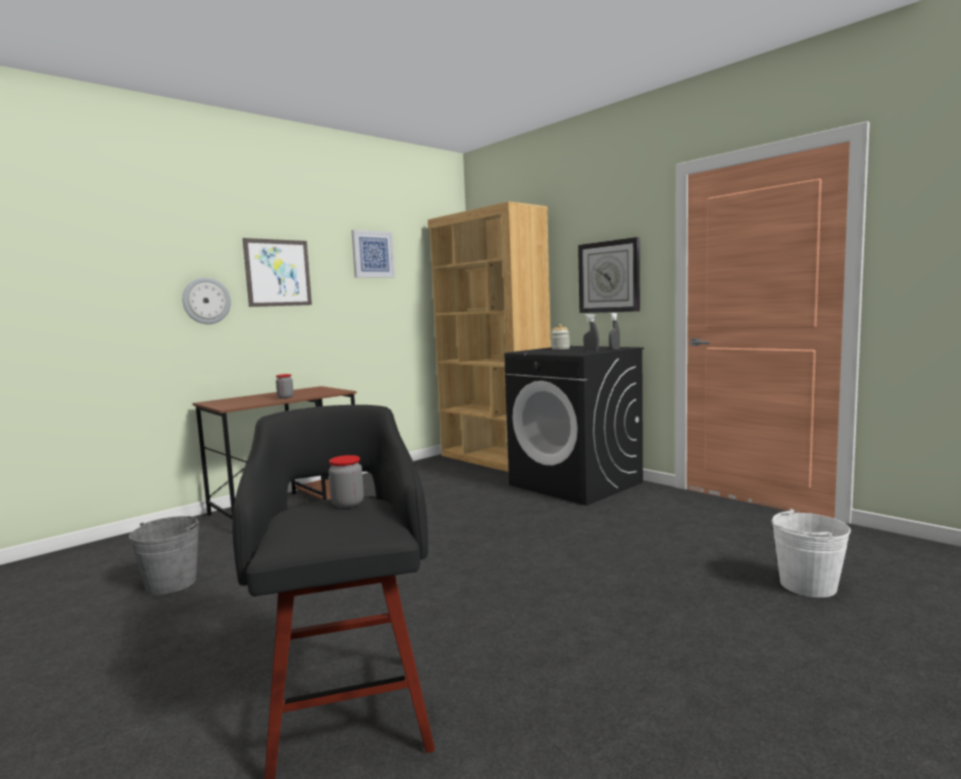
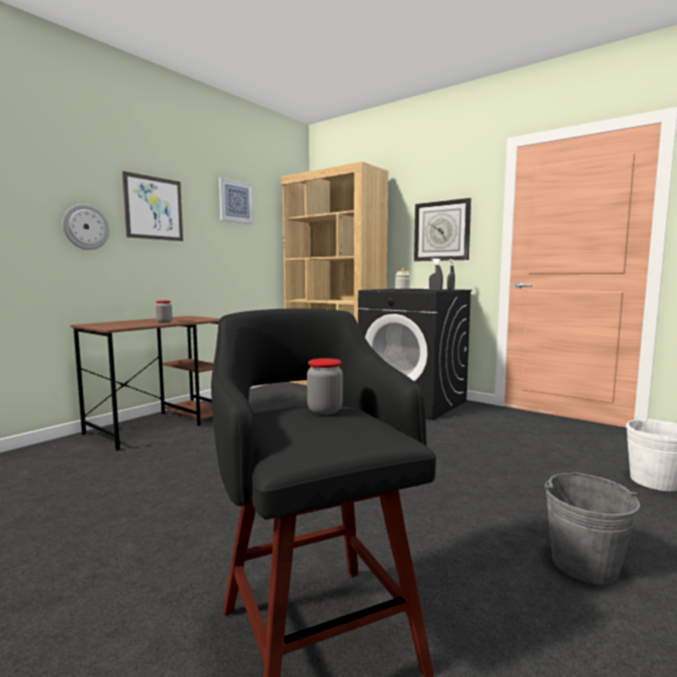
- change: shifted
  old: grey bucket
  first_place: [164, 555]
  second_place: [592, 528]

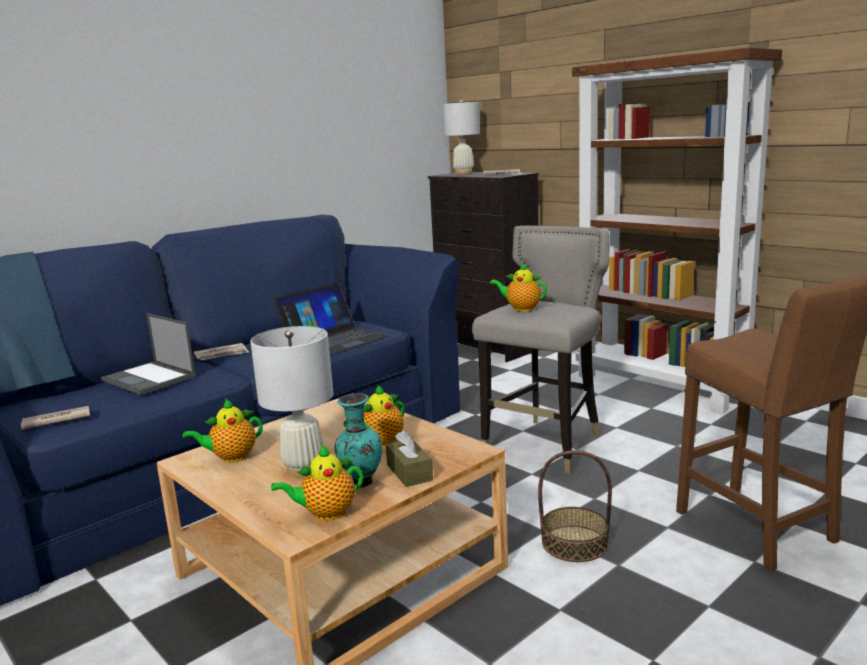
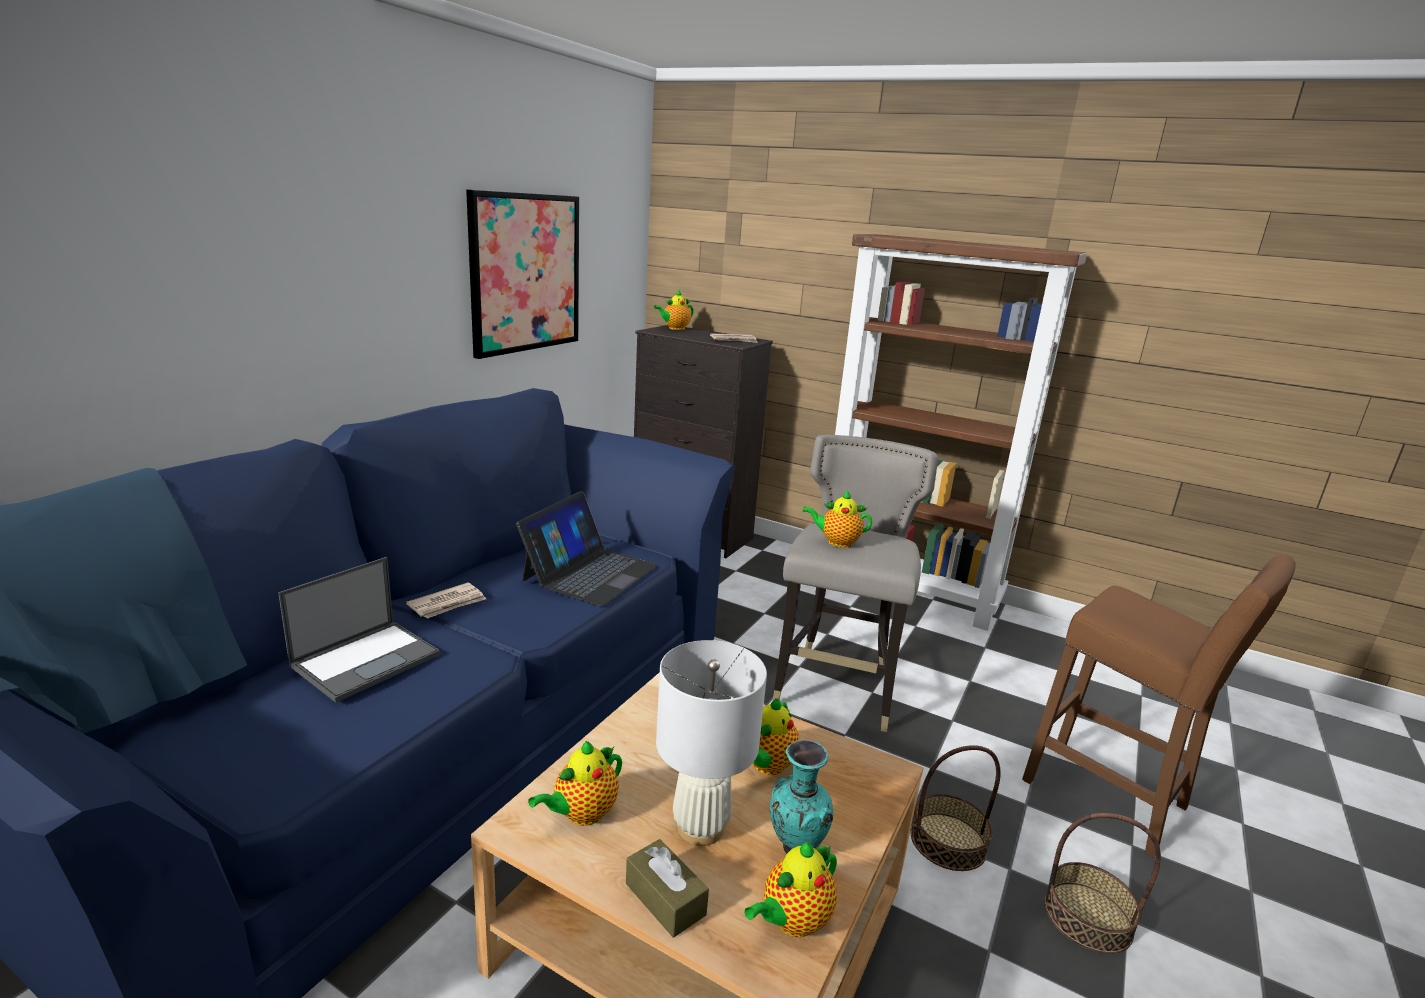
- change: swapped
  old: white table lamp
  new: teapot
  first_place: [461, 137]
  second_place: [673, 310]
- change: rotated
  old: laptop
  first_place: [148, 354]
  second_place: [359, 630]
  degrees: -75
- change: gone
  old: newspaper
  first_place: [55, 418]
- change: shifted
  old: brown tissue box
  first_place: [409, 458]
  second_place: [667, 888]
- change: new
  new: picture
  second_place: [522, 274]
- change: new
  new: basket
  second_place: [1102, 883]

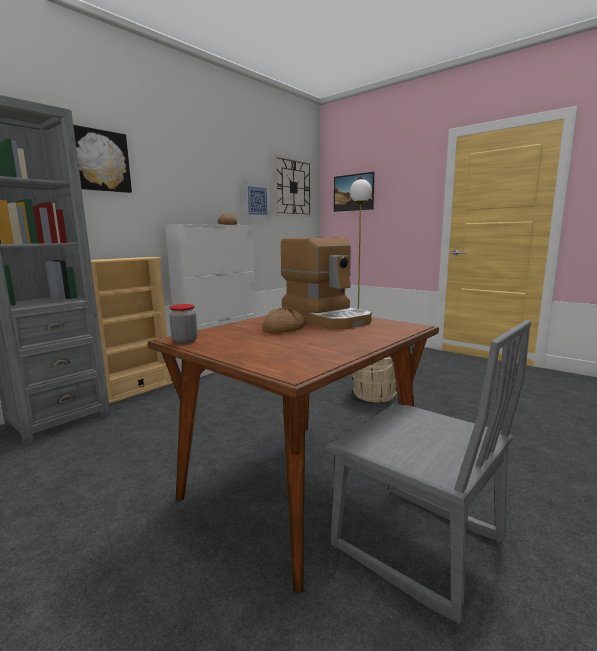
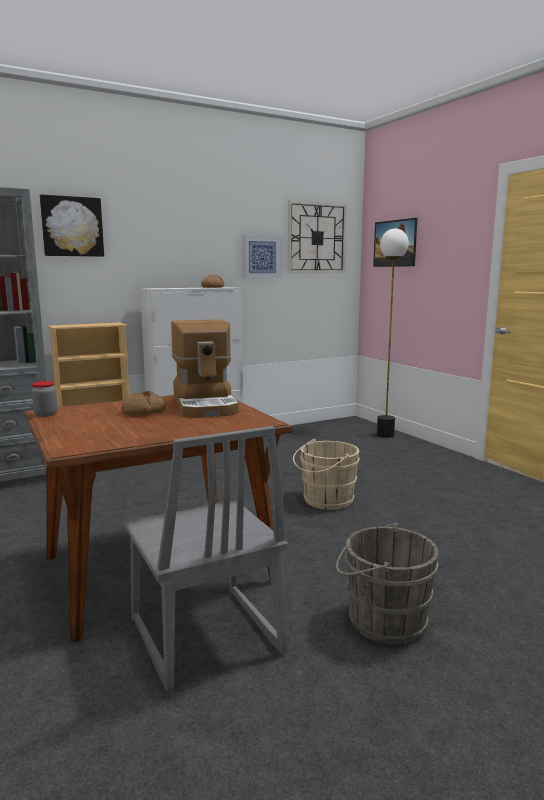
- change: new
  new: grey bucket
  second_place: [387, 583]

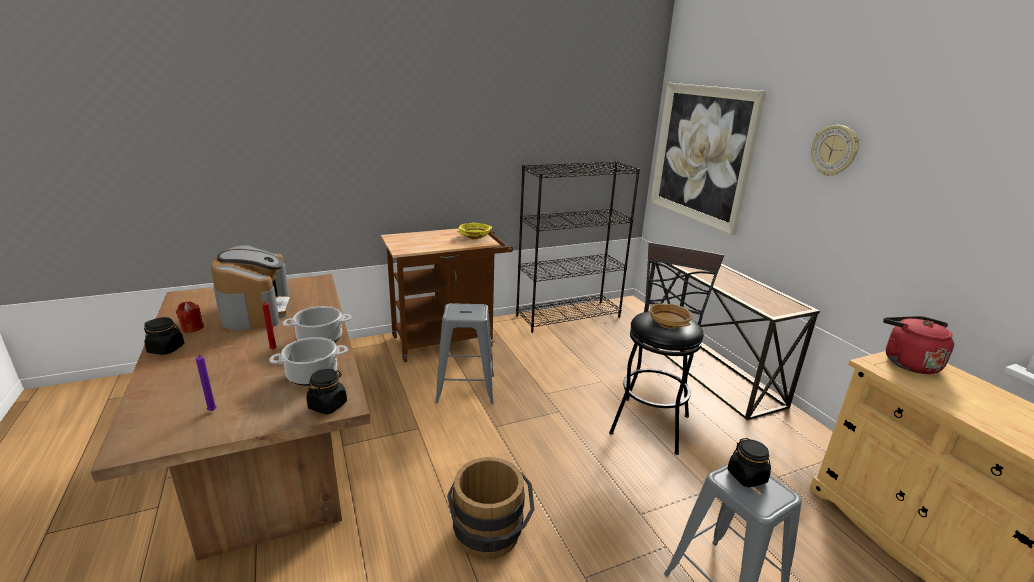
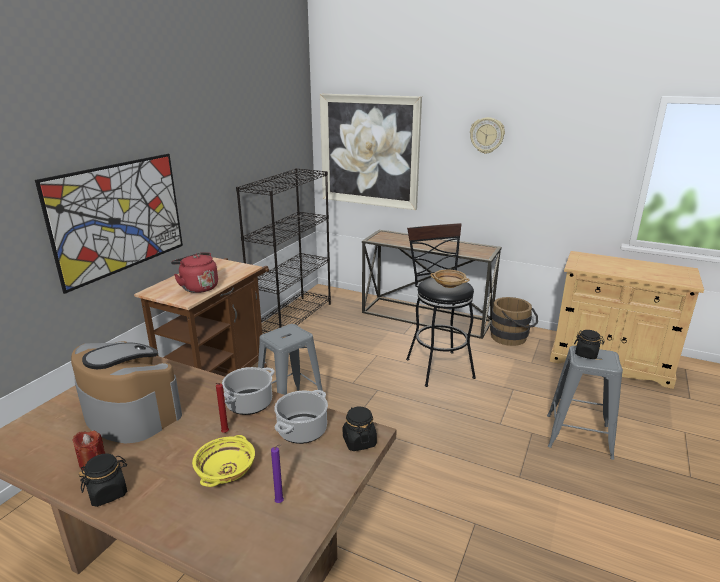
- change: shifted
  old: yellow bowl
  first_place: [474, 231]
  second_place: [223, 461]
- change: shifted
  old: red kettle
  first_place: [918, 345]
  second_place: [194, 272]
- change: shifted
  old: brown bucket
  first_place: [491, 508]
  second_place: [514, 321]
- change: new
  new: picture
  second_place: [109, 224]

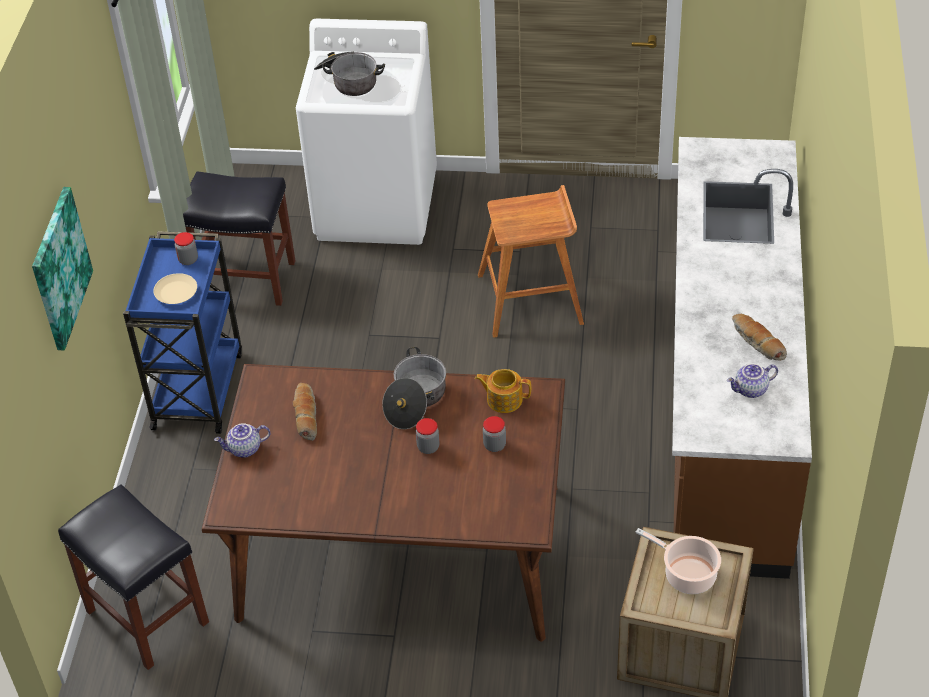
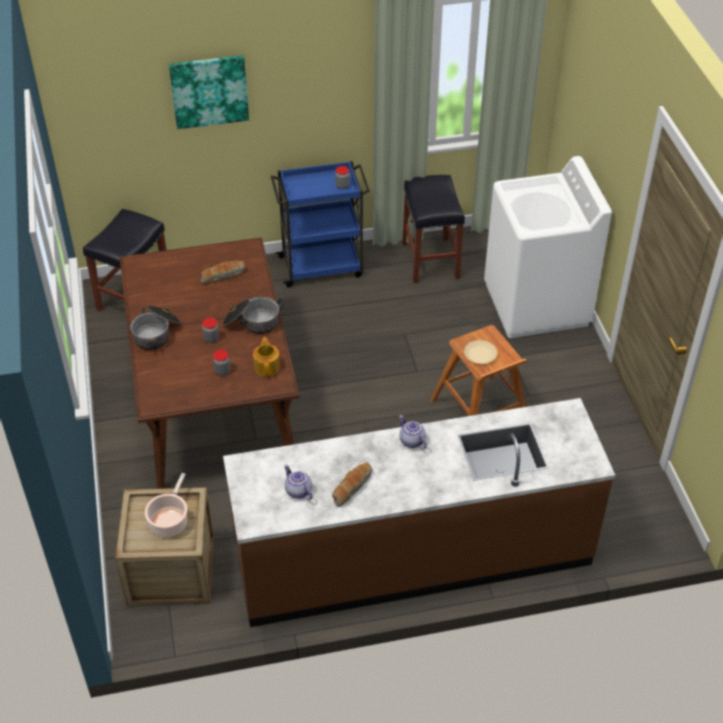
- change: shifted
  old: cooking pot
  first_place: [349, 74]
  second_place: [155, 328]
- change: shifted
  old: beige plate
  first_place: [175, 288]
  second_place: [480, 352]
- change: shifted
  old: teapot
  first_place: [242, 440]
  second_place: [413, 432]

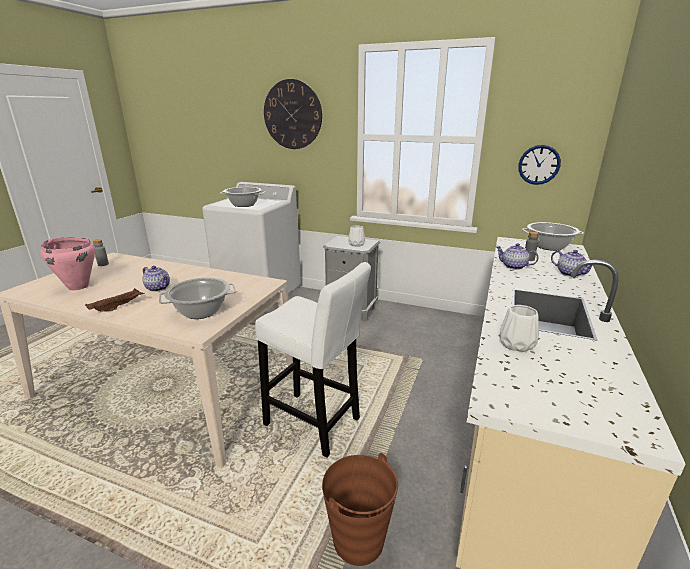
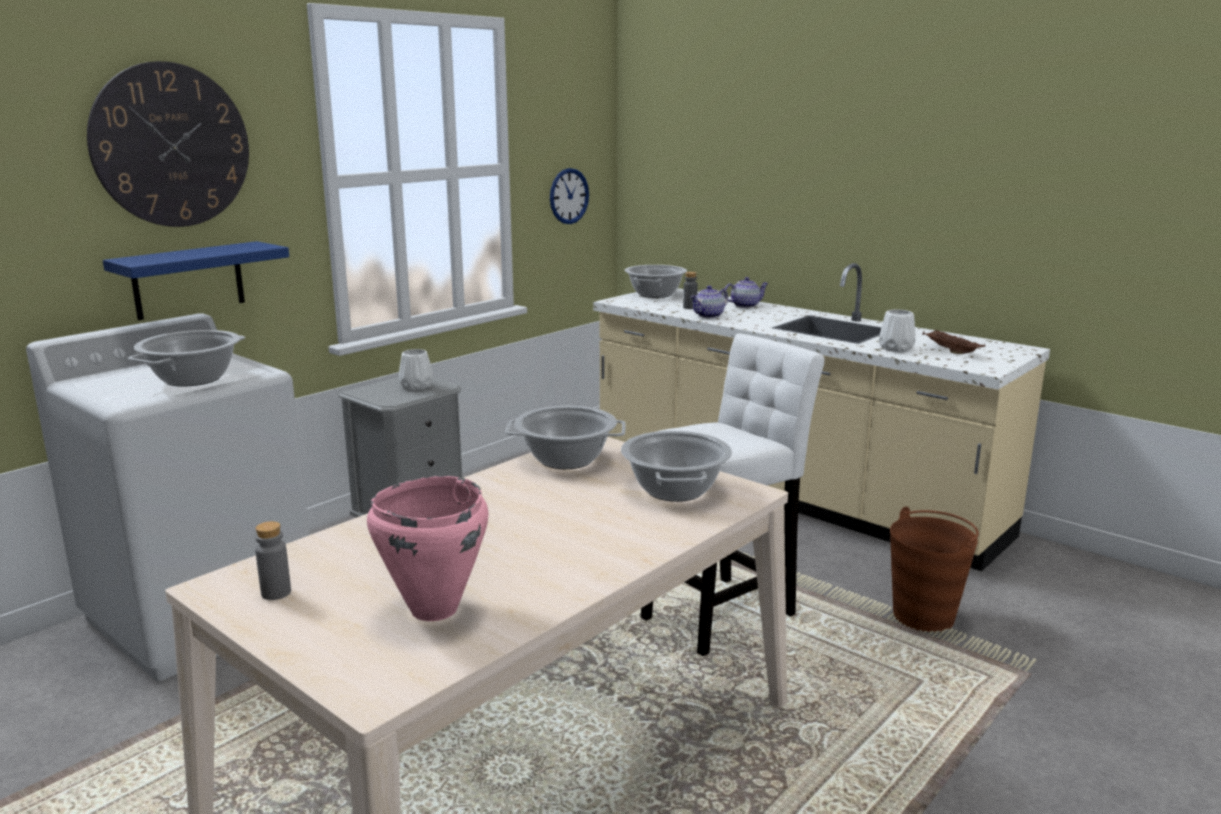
- change: gone
  old: teapot
  first_place: [156, 279]
- change: shifted
  old: brown tray
  first_place: [114, 300]
  second_place: [953, 342]
- change: new
  new: blue shelf
  second_place: [196, 280]
- change: new
  new: cooking pot
  second_place: [565, 437]

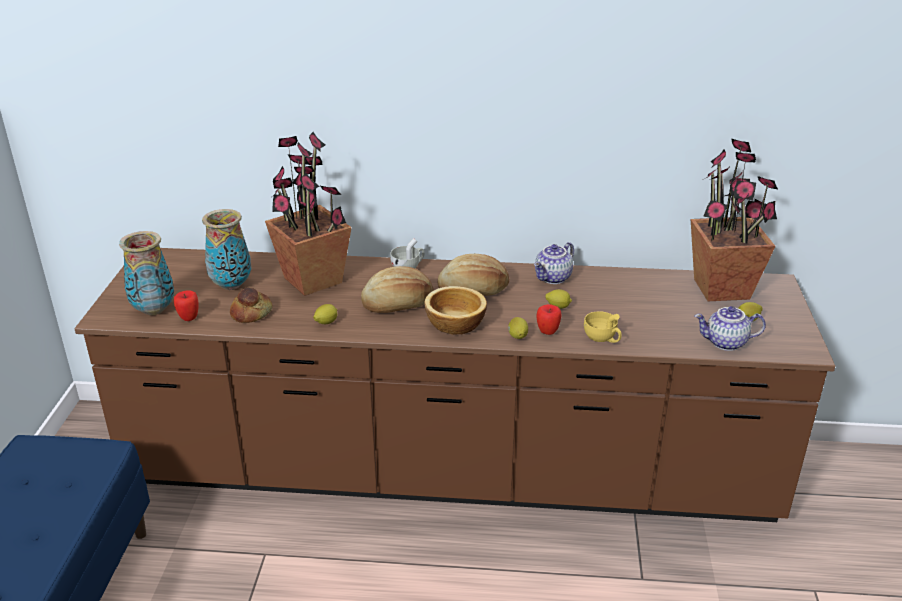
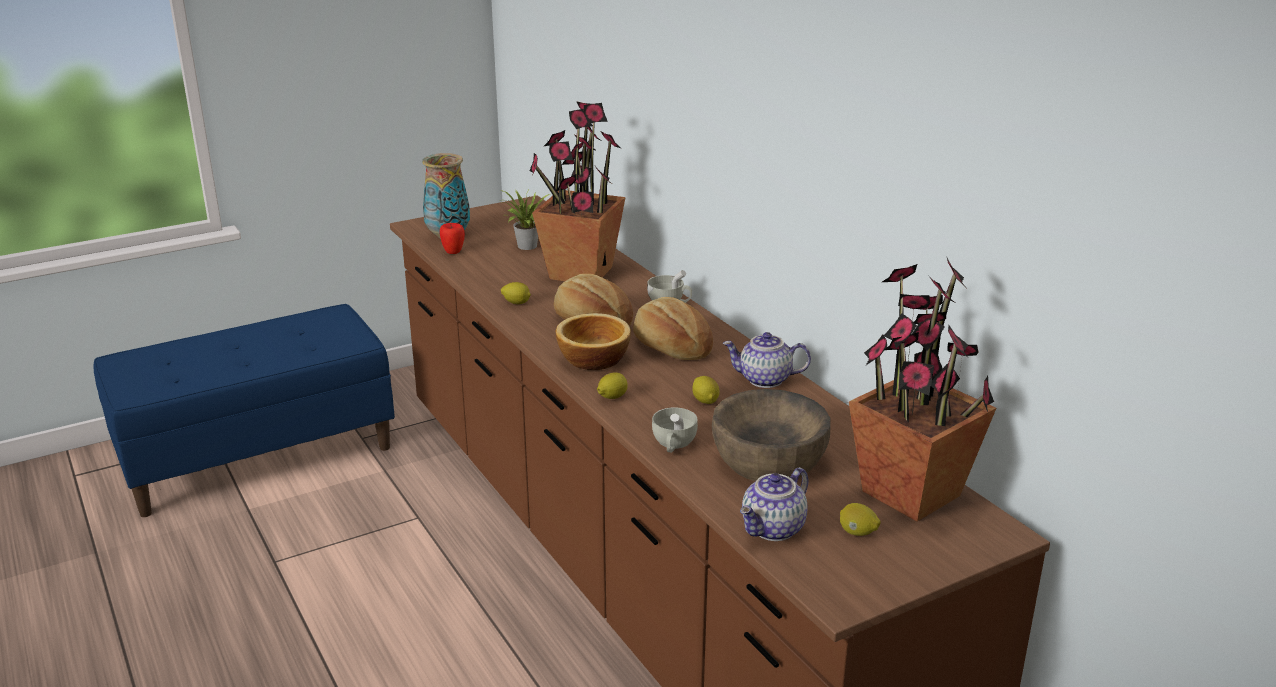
- change: swapped
  old: vase
  new: potted plant
  first_place: [226, 249]
  second_place: [525, 220]
- change: gone
  old: bread
  first_place: [251, 305]
- change: gone
  old: apple
  first_place: [548, 319]
- change: rotated
  old: teapot
  first_place: [730, 328]
  second_place: [774, 504]
  degrees: -105
- change: repainted
  old: yellow cup
  new: white cup
  first_place: [603, 327]
  second_place: [675, 430]
- change: new
  new: brown bowl
  second_place: [771, 435]

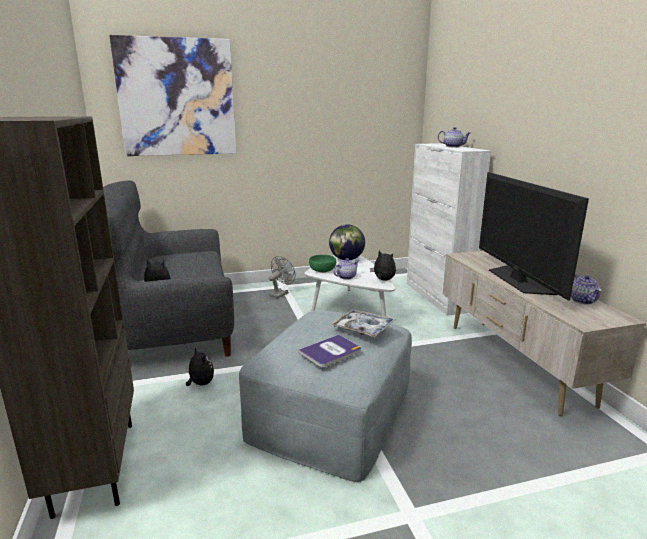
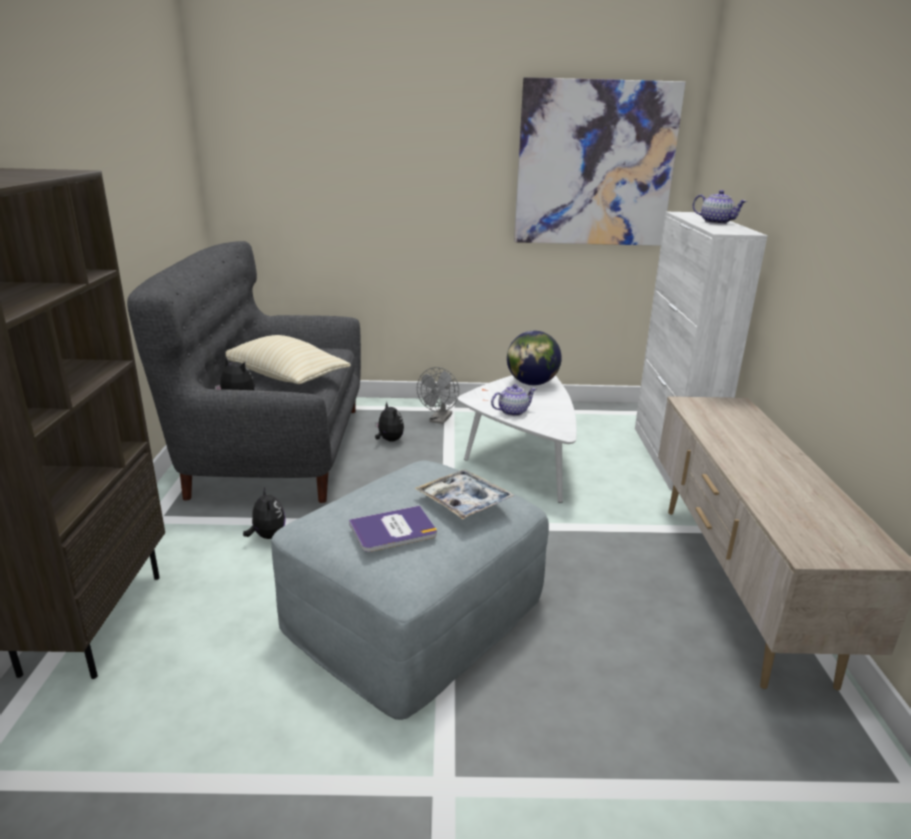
- change: shifted
  old: picture
  first_place: [173, 95]
  second_place: [600, 161]
- change: gone
  old: television
  first_place: [534, 236]
- change: shifted
  old: plush toy
  first_place: [383, 265]
  second_place: [389, 422]
- change: gone
  old: green bowl
  first_place: [322, 263]
- change: rotated
  old: grey fan
  first_place: [282, 277]
  second_place: [438, 395]
  degrees: 150
- change: gone
  old: teapot
  first_place: [586, 289]
- change: new
  new: beige pillow
  second_place: [288, 359]

